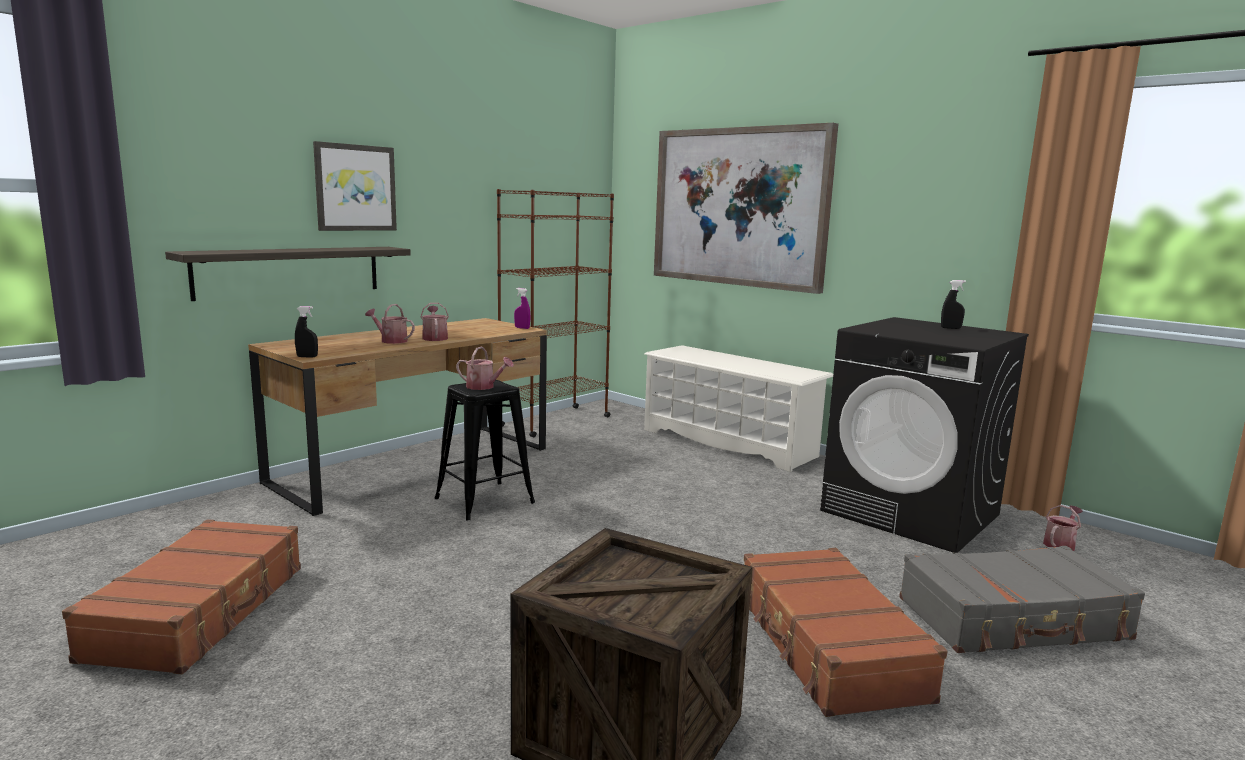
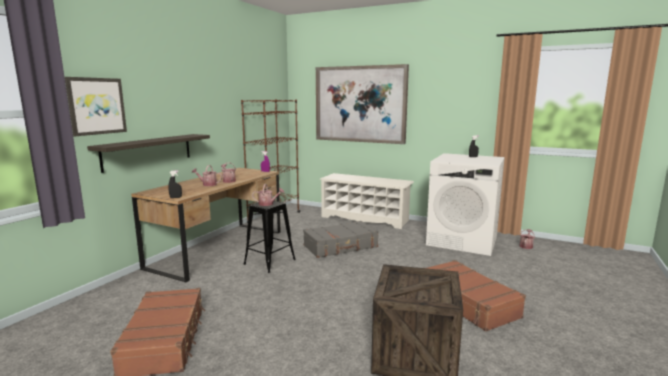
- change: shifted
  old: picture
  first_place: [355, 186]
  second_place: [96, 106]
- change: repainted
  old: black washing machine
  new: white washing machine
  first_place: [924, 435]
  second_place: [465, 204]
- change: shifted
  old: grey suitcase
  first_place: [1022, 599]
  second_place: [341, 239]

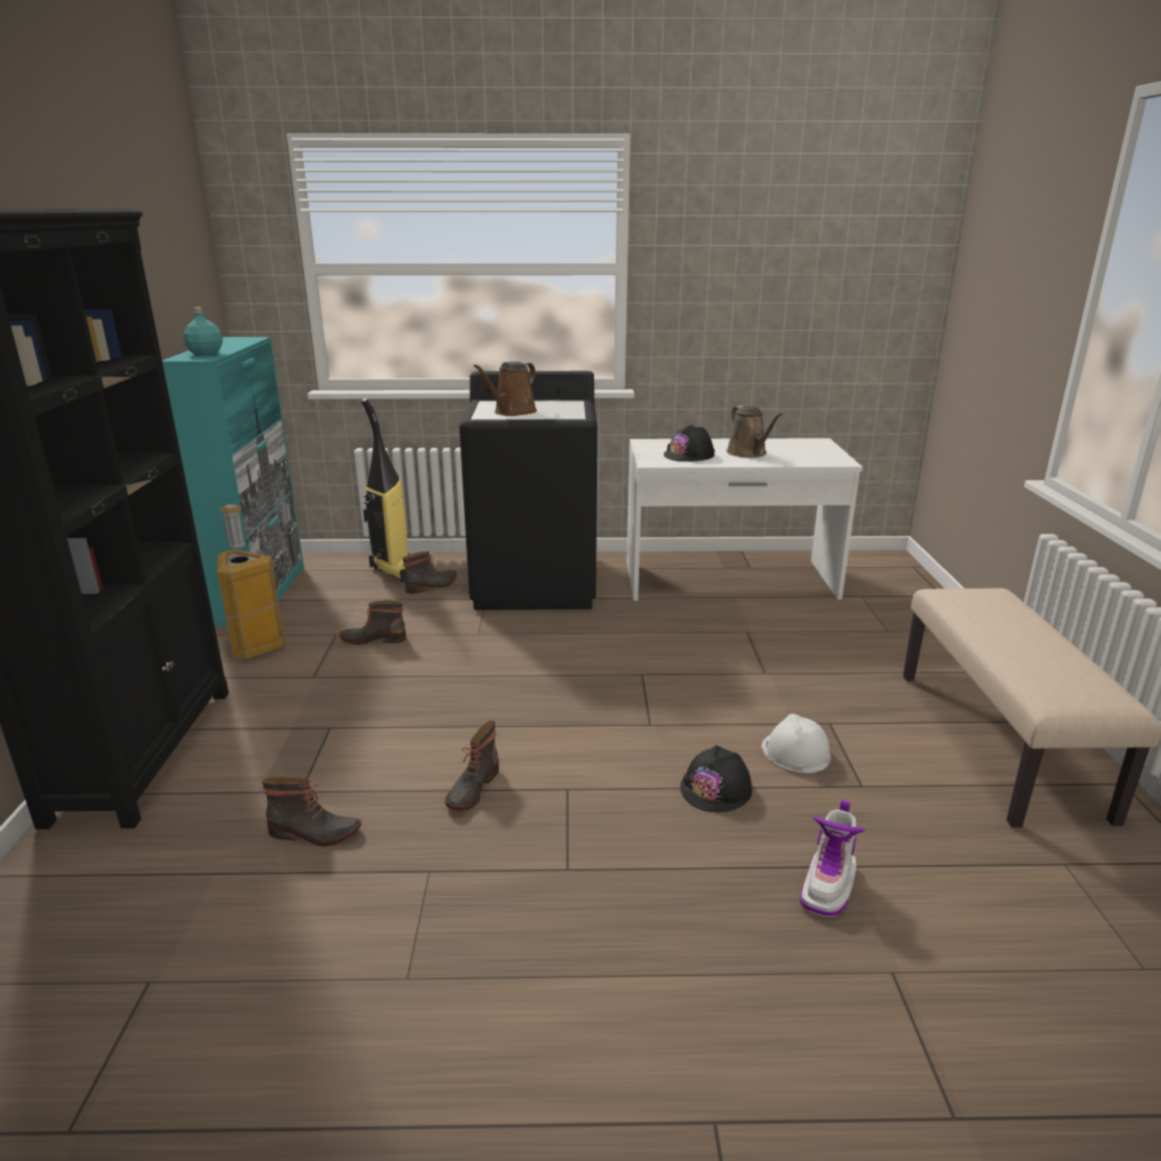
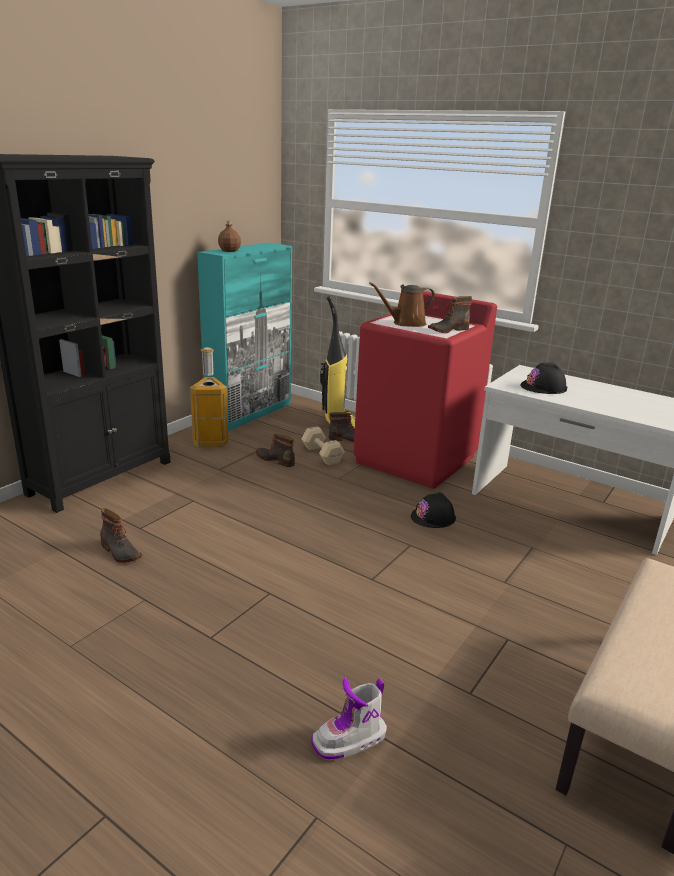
- change: repainted
  old: turquoise bottle
  new: brown bottle
  first_place: [203, 331]
  second_place: [229, 236]
- change: repainted
  old: black washing machine
  new: red washing machine
  first_place: [528, 490]
  second_place: [425, 390]
- change: gone
  old: brown watering can
  first_place: [754, 431]
- change: gone
  old: white hard hat
  first_place: [796, 743]
- change: shifted
  old: boot
  first_place: [472, 766]
  second_place: [450, 314]
- change: shifted
  old: black hard hat
  first_place: [716, 778]
  second_place: [433, 510]
- change: new
  new: beige dumbbell
  second_place: [323, 445]

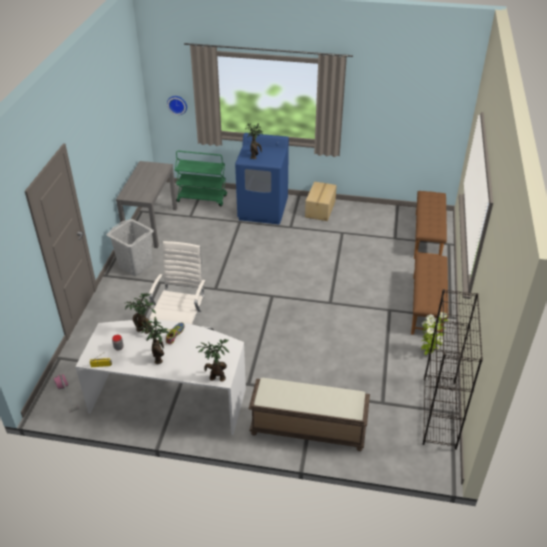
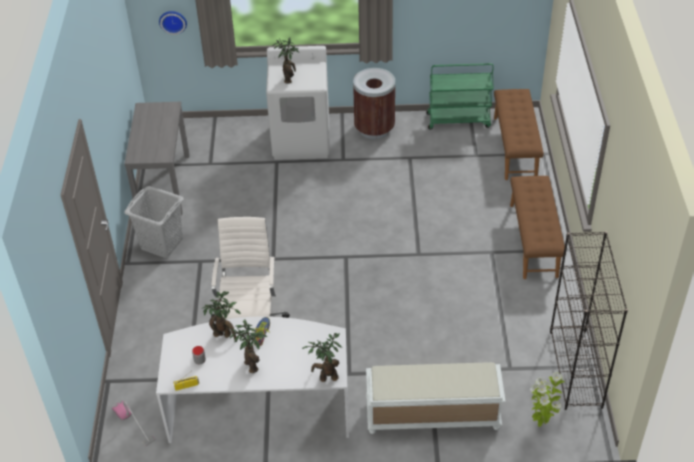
- change: repainted
  old: blue washing machine
  new: white washing machine
  first_place: [262, 178]
  second_place: [298, 103]
- change: shifted
  old: green cart
  first_place: [201, 178]
  second_place: [460, 96]
- change: swapped
  old: cardboard box
  new: brown trash can
  first_place: [321, 201]
  second_place: [374, 103]
- change: shifted
  old: potted plant
  first_place: [435, 333]
  second_place: [547, 399]
- change: repainted
  old: brown bench
  new: white bench
  first_place: [309, 414]
  second_place: [436, 398]

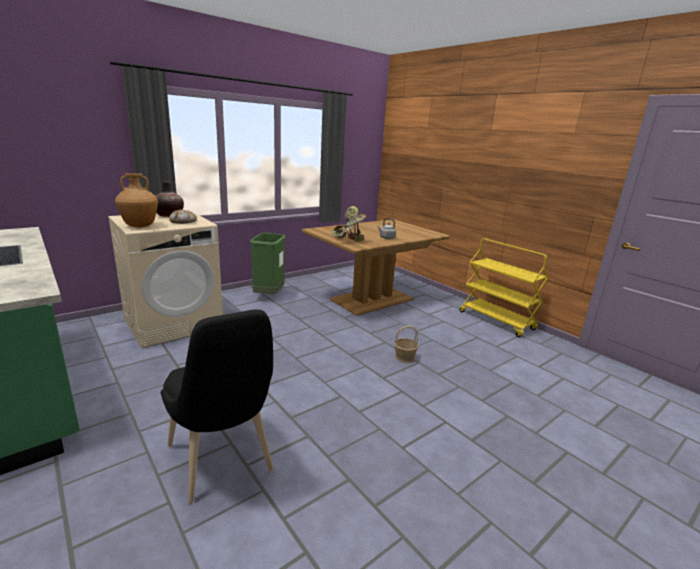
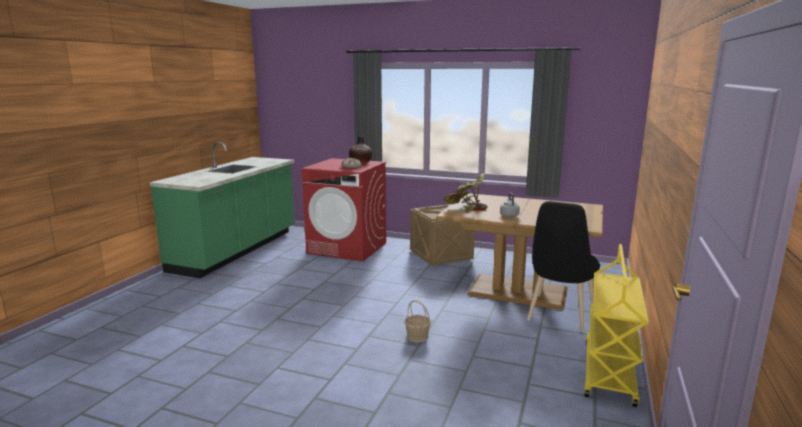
- change: gone
  old: brown vase
  first_place: [136, 200]
- change: repainted
  old: beige washing machine
  new: red washing machine
  first_place: [165, 279]
  second_place: [344, 210]
- change: swapped
  old: green trash can
  new: crate
  first_place: [267, 263]
  second_place: [442, 235]
- change: shifted
  old: black chair
  first_place: [217, 406]
  second_place: [563, 266]

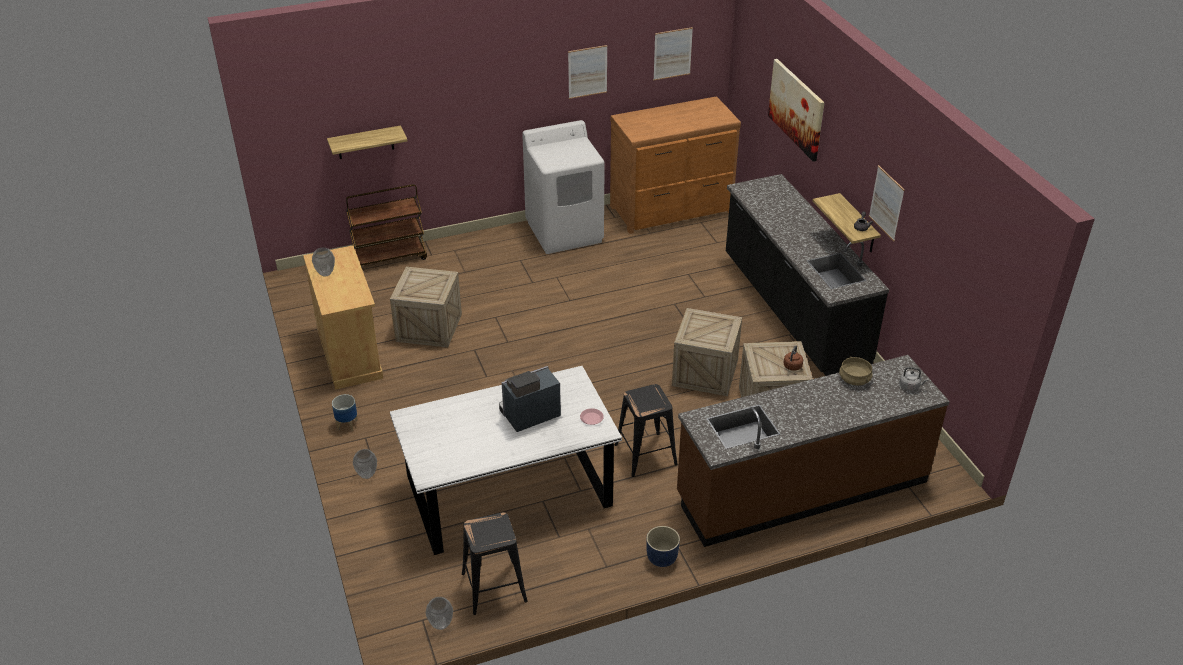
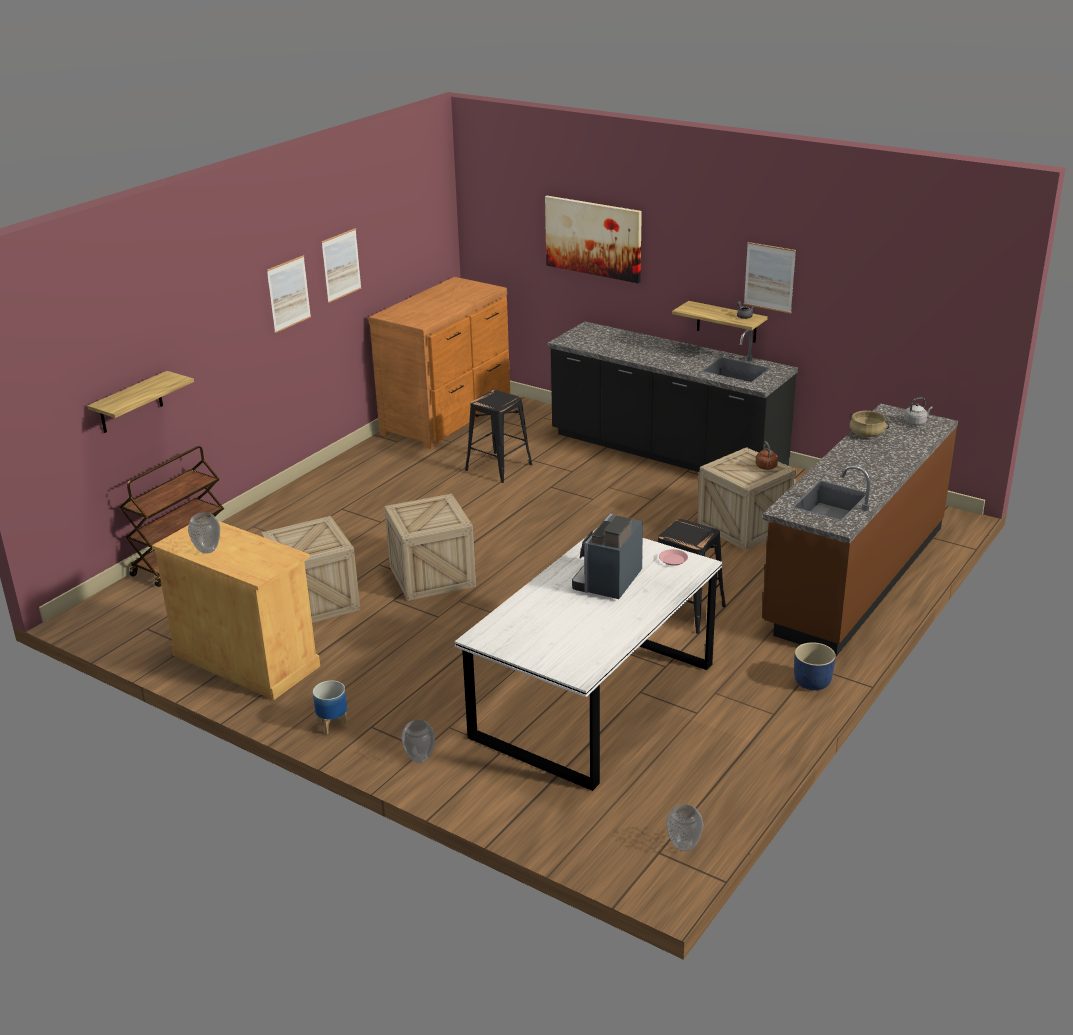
- change: shifted
  old: picture
  first_place: [673, 53]
  second_place: [289, 294]
- change: gone
  old: white washing machine
  first_place: [563, 187]
- change: shifted
  old: crate
  first_place: [707, 352]
  second_place: [430, 547]
- change: shifted
  old: black stool
  first_place: [494, 563]
  second_place: [499, 436]

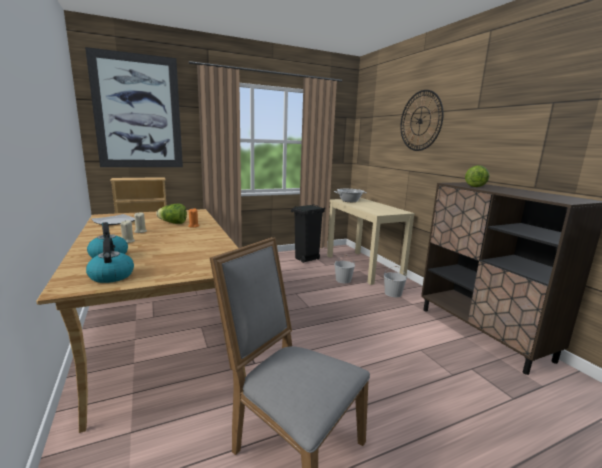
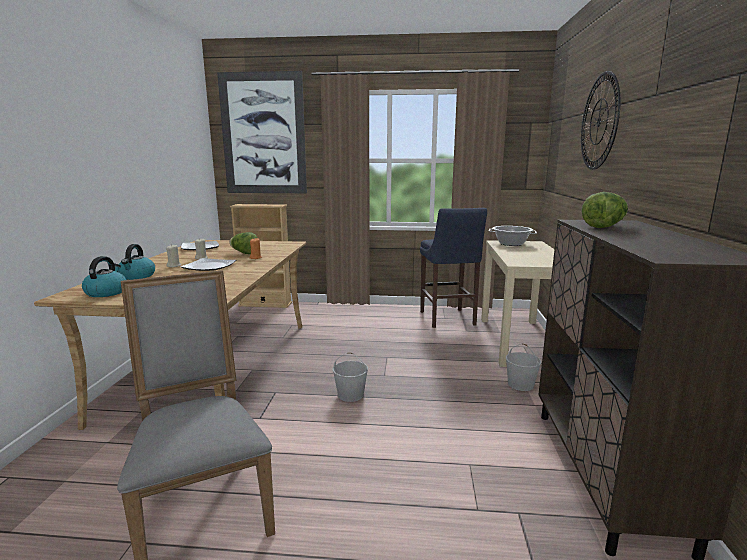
- change: swapped
  old: black trash can
  new: blue stool
  first_place: [308, 233]
  second_place: [453, 268]
- change: shifted
  old: white bucket
  first_place: [344, 269]
  second_place: [350, 377]
- change: new
  new: plate
  second_place: [208, 264]

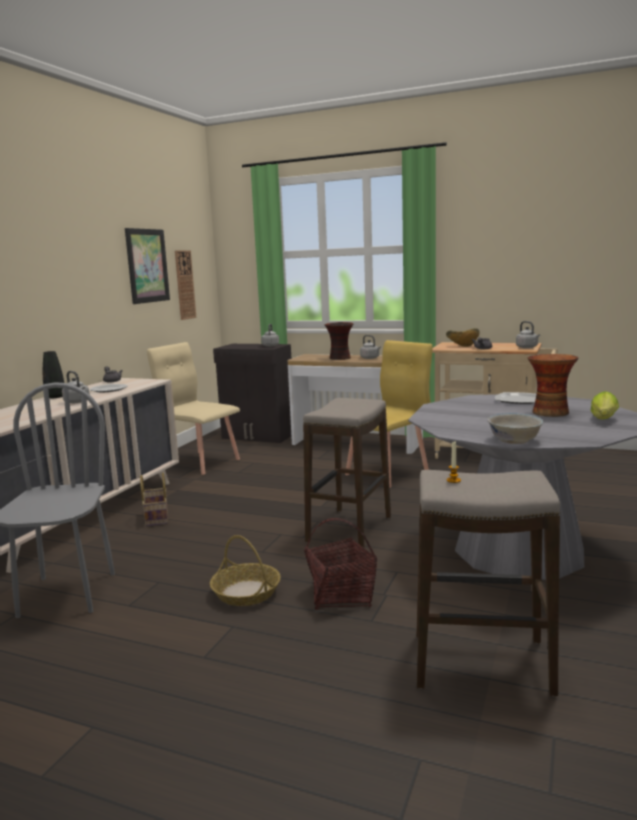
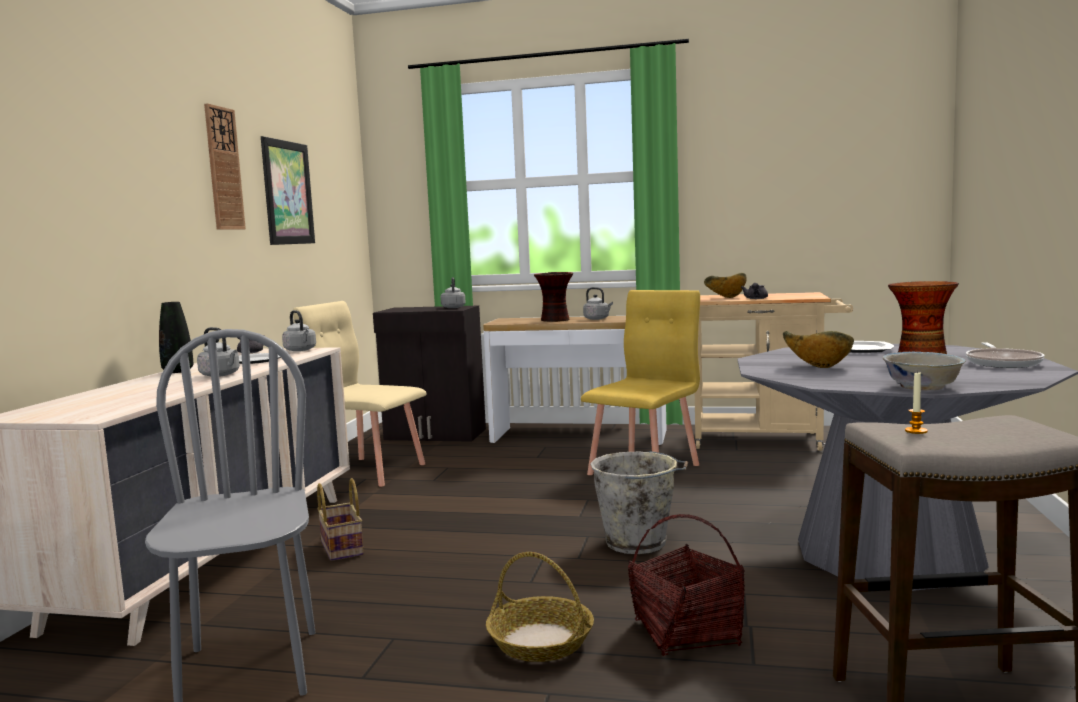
- change: shifted
  old: wall clock
  first_place: [185, 285]
  second_place: [225, 166]
- change: shifted
  old: grey kettle
  first_place: [528, 334]
  second_place: [299, 330]
- change: swapped
  old: lettuce
  new: frying pan
  first_place: [605, 405]
  second_place: [1005, 355]
- change: swapped
  old: stool
  new: grey bucket
  first_place: [347, 473]
  second_place: [639, 502]
- change: new
  new: bowl
  second_place: [818, 349]

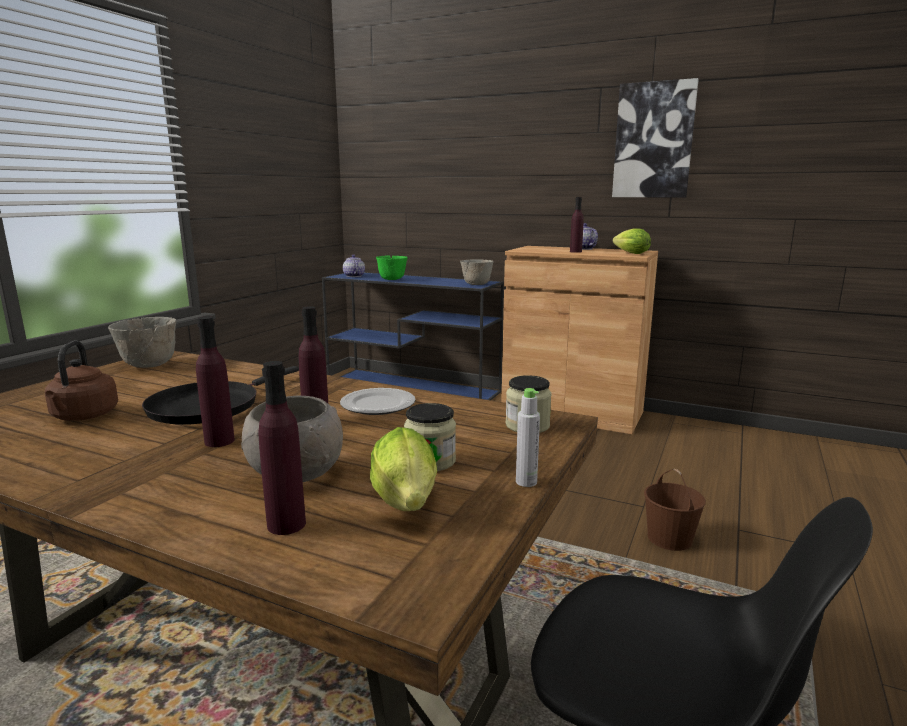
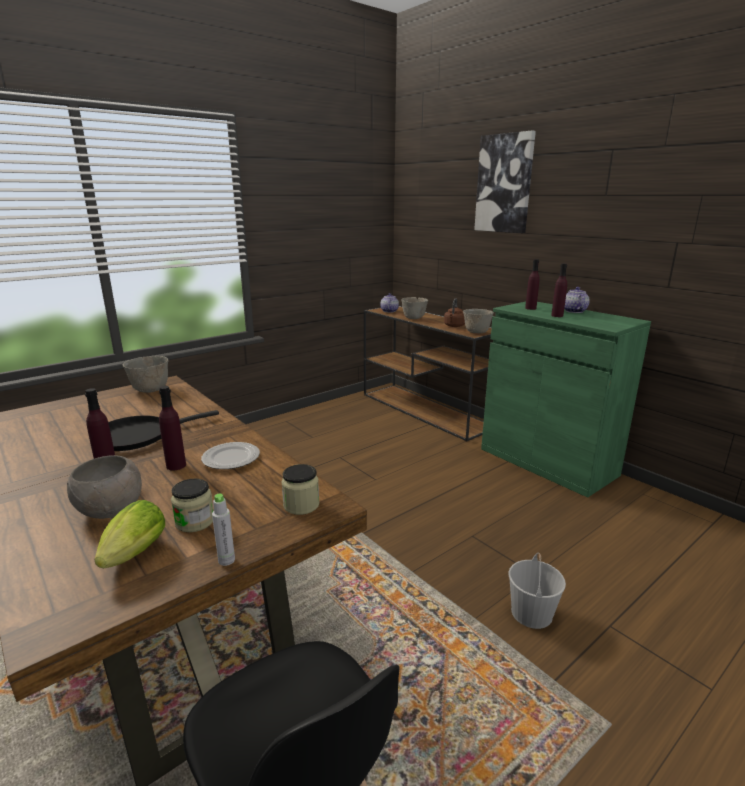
- change: shifted
  old: picture
  first_place: [655, 138]
  second_place: [505, 181]
- change: gone
  old: lettuce
  first_place: [632, 241]
- change: repainted
  old: brown cabinet
  new: green cabinet
  first_place: [579, 340]
  second_place: [566, 400]
- change: repainted
  old: green bowl
  new: grey bowl
  first_place: [392, 268]
  second_place: [414, 308]
- change: repainted
  old: blue console table
  new: brown console table
  first_place: [413, 336]
  second_place: [428, 373]
- change: shifted
  old: brown kettle
  first_place: [81, 381]
  second_place: [454, 312]
- change: shifted
  old: purple bottle
  first_place: [282, 448]
  second_place: [532, 284]
- change: repainted
  old: brown bucket
  new: white bucket
  first_place: [675, 510]
  second_place: [537, 591]

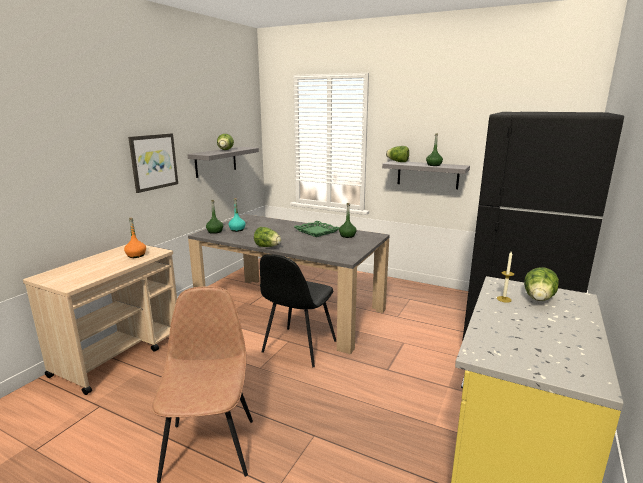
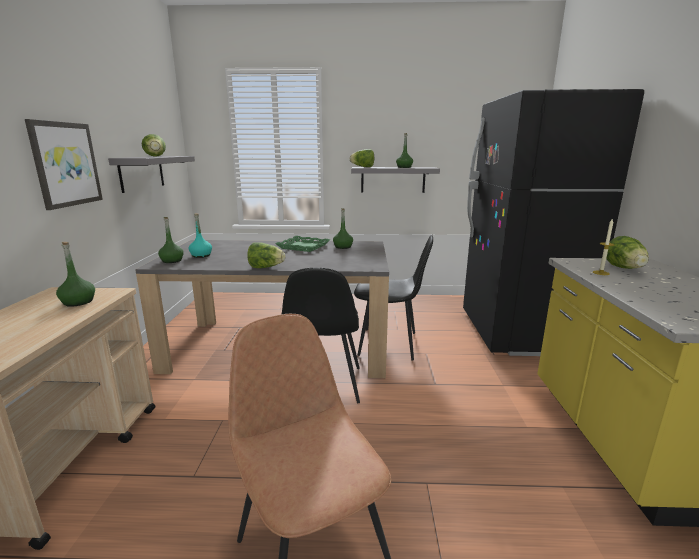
- change: repainted
  old: orange bottle
  new: green bottle
  first_place: [135, 238]
  second_place: [75, 274]
- change: new
  new: black chair
  second_place: [393, 297]

